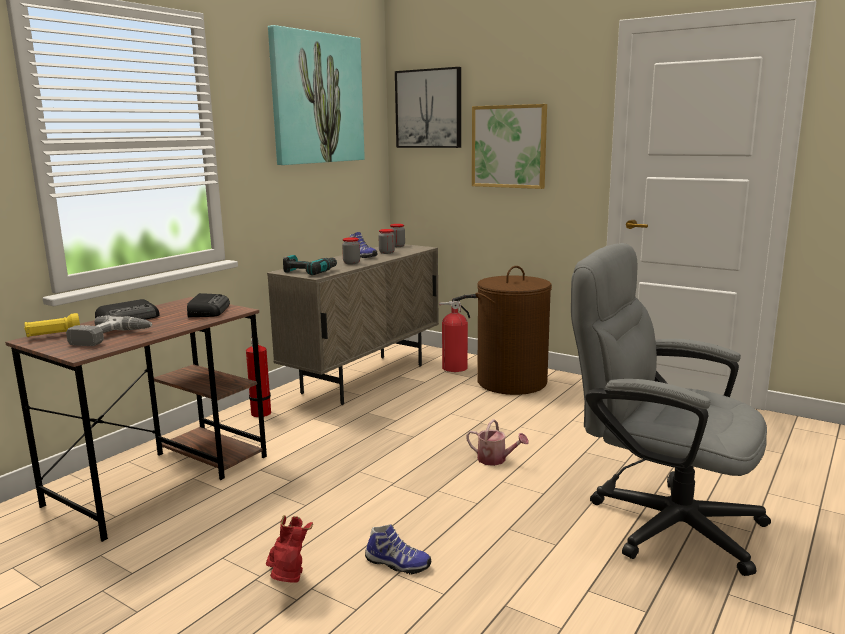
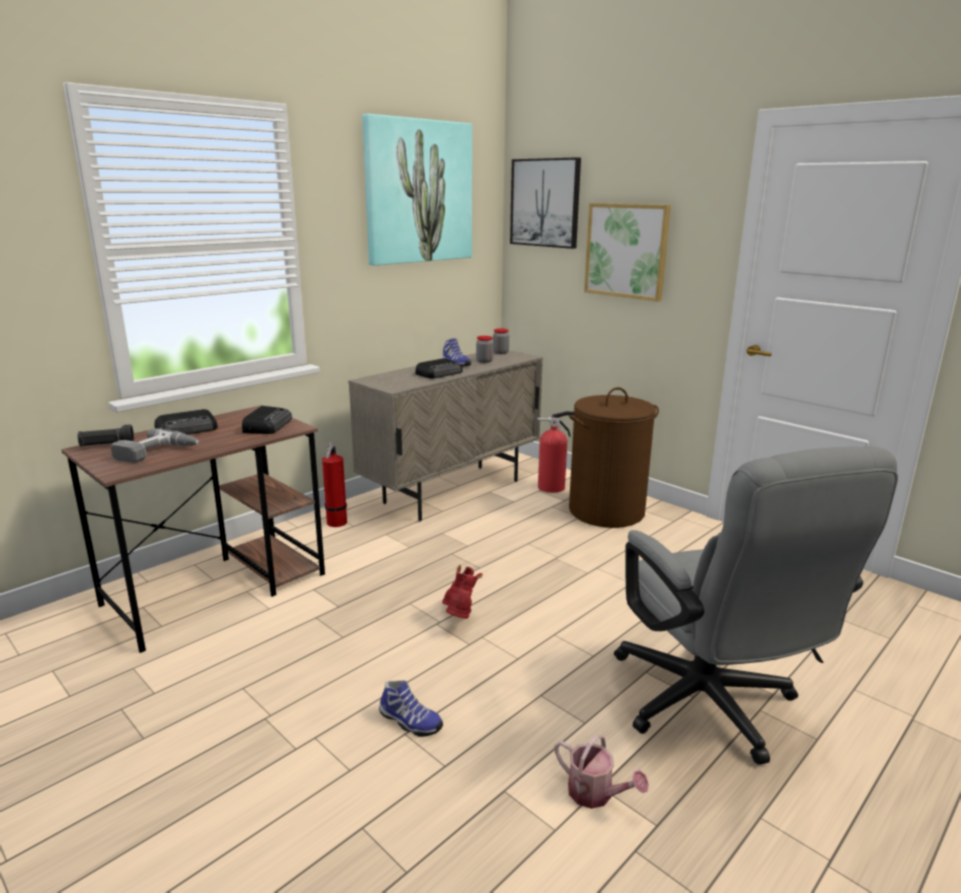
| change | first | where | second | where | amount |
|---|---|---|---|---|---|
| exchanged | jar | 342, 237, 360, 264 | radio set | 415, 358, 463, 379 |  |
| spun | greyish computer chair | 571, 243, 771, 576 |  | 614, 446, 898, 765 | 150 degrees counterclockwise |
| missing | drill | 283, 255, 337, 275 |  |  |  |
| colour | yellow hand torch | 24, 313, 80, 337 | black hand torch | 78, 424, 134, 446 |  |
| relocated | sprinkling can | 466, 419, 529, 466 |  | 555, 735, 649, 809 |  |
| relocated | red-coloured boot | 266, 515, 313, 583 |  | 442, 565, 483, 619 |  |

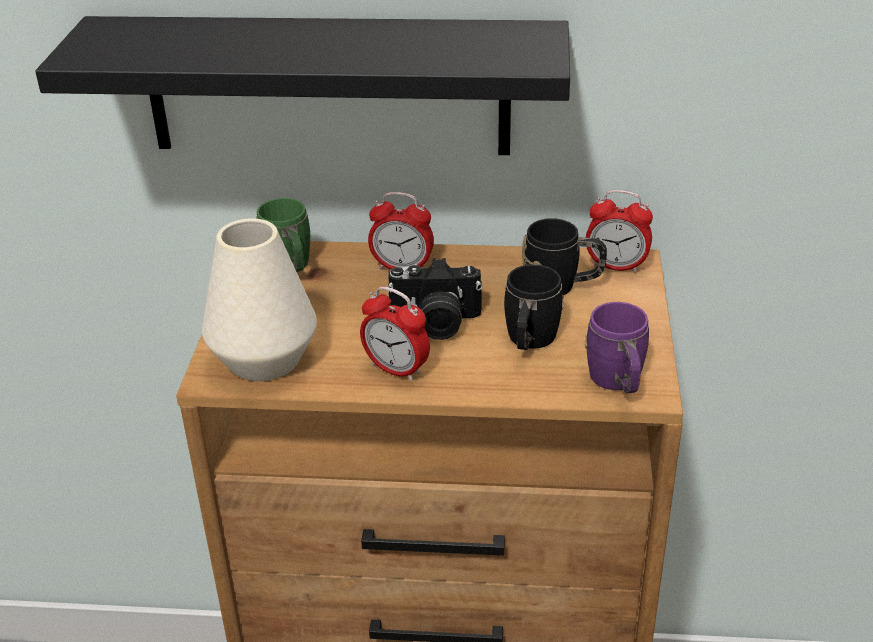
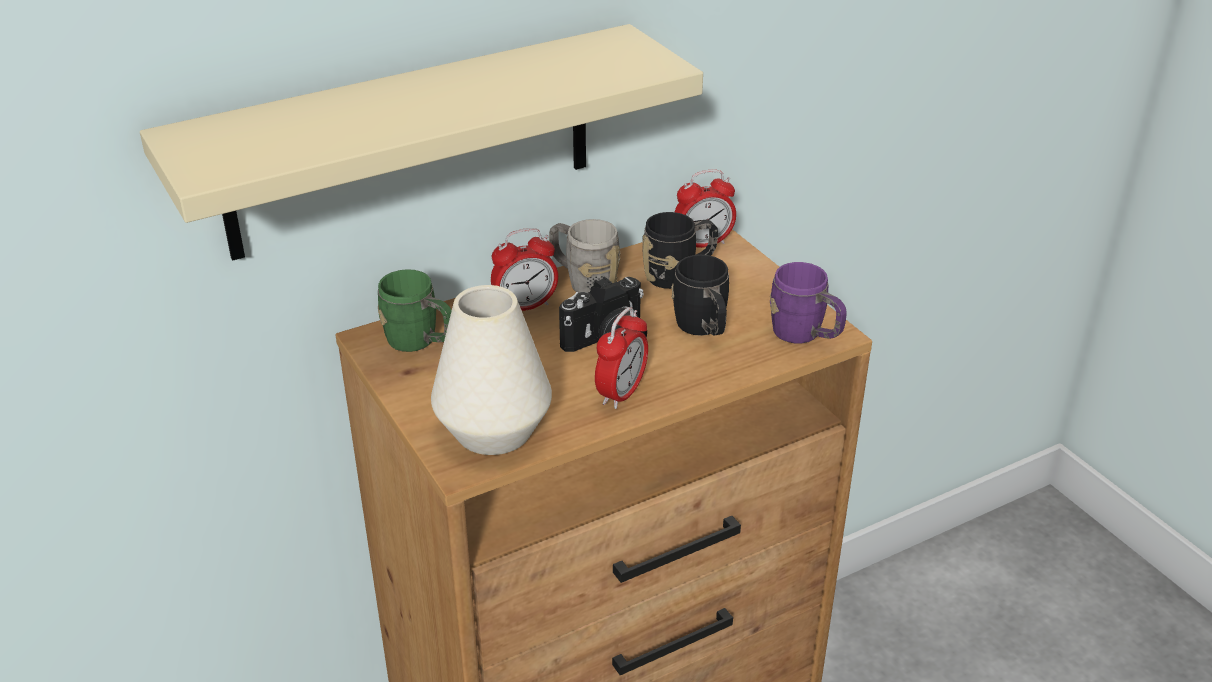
| change | first | where | second | where | amount |
|---|---|---|---|---|---|
| colour | black shelf | 35, 16, 570, 155 | beige shelf | 140, 24, 703, 261 |  |
| spun | alarm clock | 360, 286, 430, 381 |  | 595, 307, 648, 409 | 60 degrees counterclockwise |
| appeared |  |  | greyish coffee mug | 549, 219, 621, 293 |  |

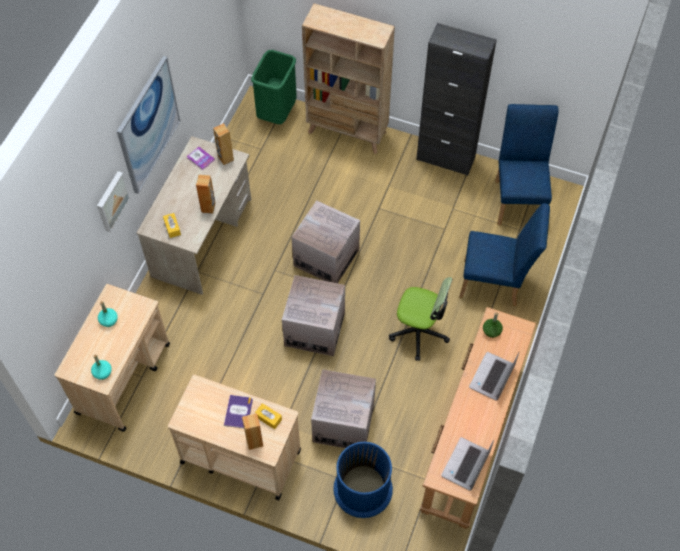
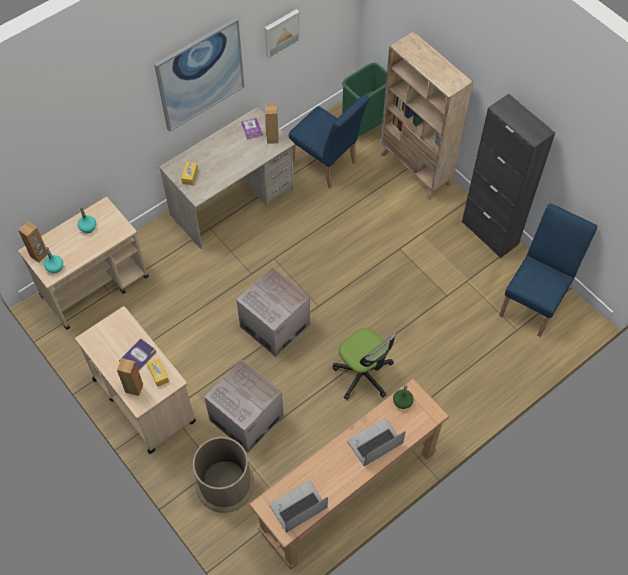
| change | first | where | second | where | amount |
|---|---|---|---|---|---|
| relocated | wall art | 97, 171, 130, 232 |  | 264, 9, 300, 59 |  |
| relocated | brown audio speaker | 196, 175, 216, 214 |  | 18, 221, 48, 263 |  |
| missing | carton | 291, 200, 360, 283 |  |  |  |
| relocated | blue-coloured chair | 460, 203, 550, 306 |  | 289, 94, 370, 188 |  |
| colour | blue-coloured waste bin | 333, 442, 393, 518 | brown waste bin | 193, 437, 255, 513 |  |

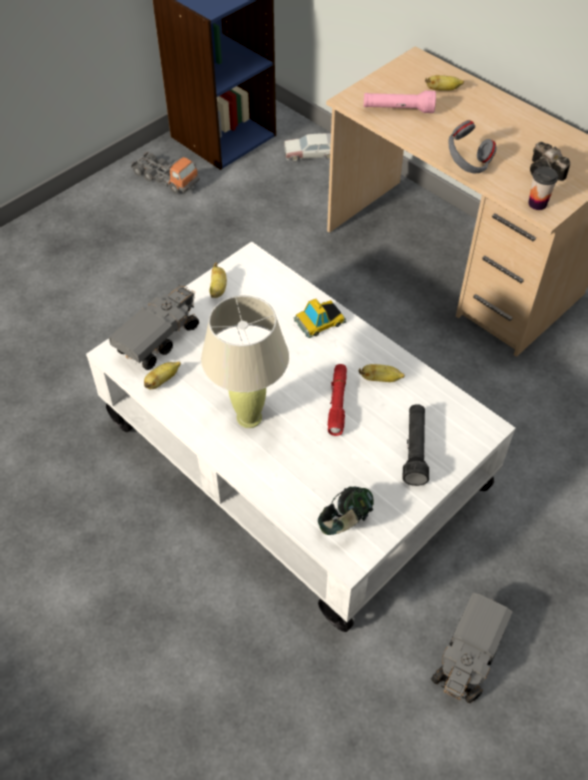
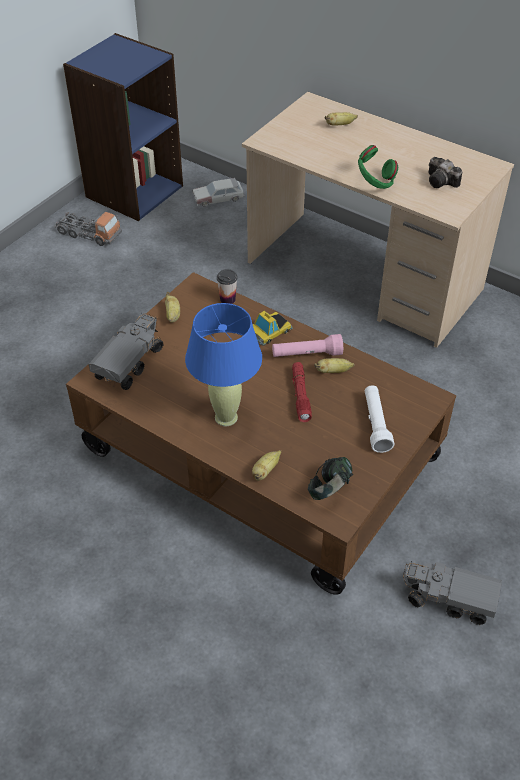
| change | first | where | second | where | amount |
|---|---|---|---|---|---|
| relocated | pinkish hand torch | 364, 90, 436, 113 |  | 272, 334, 343, 357 |  |
| colour | greyish pair of headphones | 449, 120, 497, 174 | greenish pair of headphones | 358, 145, 398, 189 |  |
| relocated | cup | 528, 166, 558, 210 |  | 217, 269, 238, 304 |  |
| colour | white low table | 86, 241, 516, 632 | brown low table | 66, 272, 456, 595 |  |
| colour | beige tabletop lamp | 201, 295, 289, 428 | blue-coloured tabletop lamp | 185, 303, 262, 426 |  |
| relocated | banana fruit | 144, 362, 181, 390 |  | 252, 450, 281, 481 |  |
| colour | black hand torch | 402, 404, 429, 486 | white hand torch | 365, 385, 394, 453 |  |
| spun | toy truck | 431, 593, 513, 703 |  | 403, 561, 502, 625 | 90 degrees clockwise |

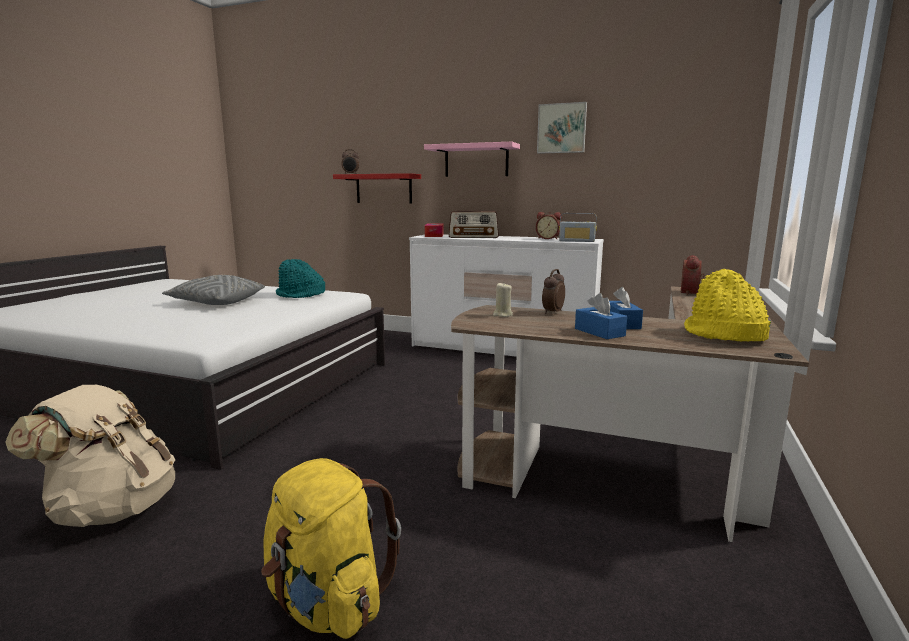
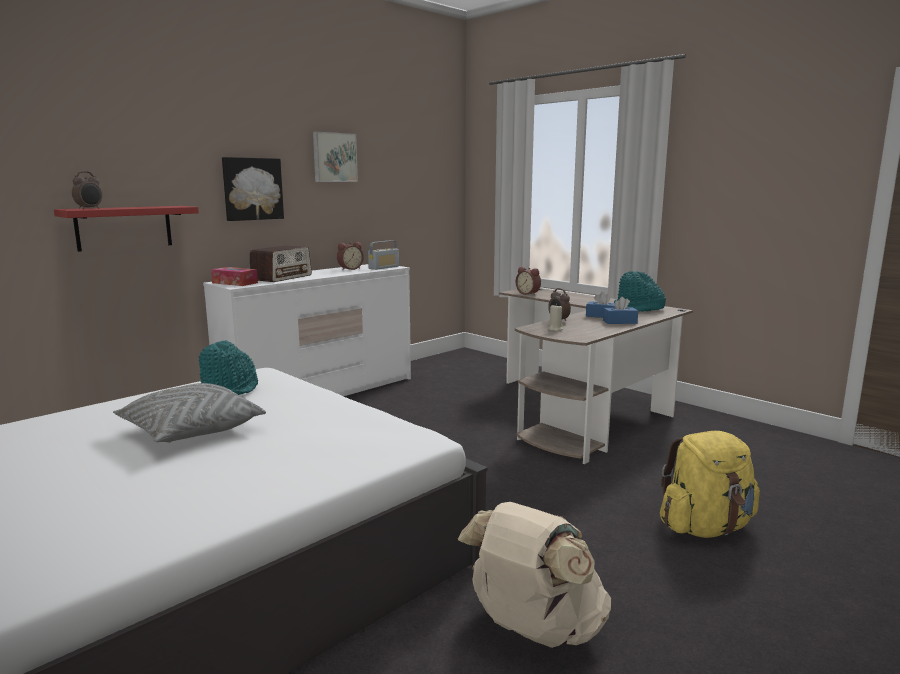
| change | first | where | second | where | amount |
|---|---|---|---|---|---|
| exchanged | pinkish shelf | 424, 142, 520, 177 | wall art | 222, 157, 284, 221 |  |
| colour | yellow clothing hat | 684, 269, 771, 341 | turquoise-coloured clothing hat | 614, 271, 666, 312 |  |

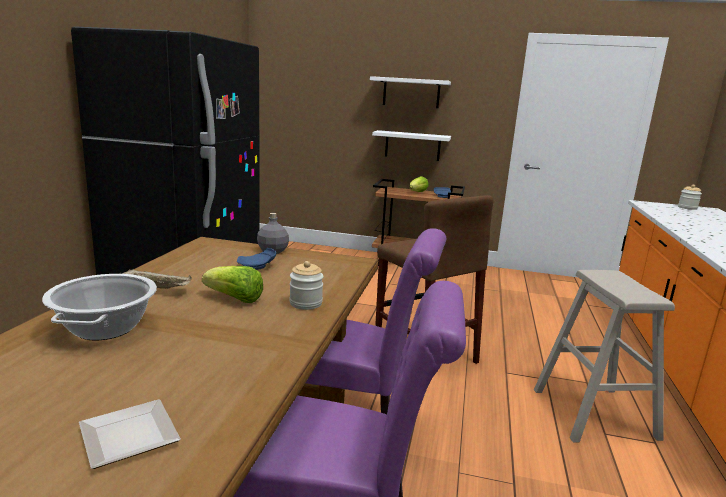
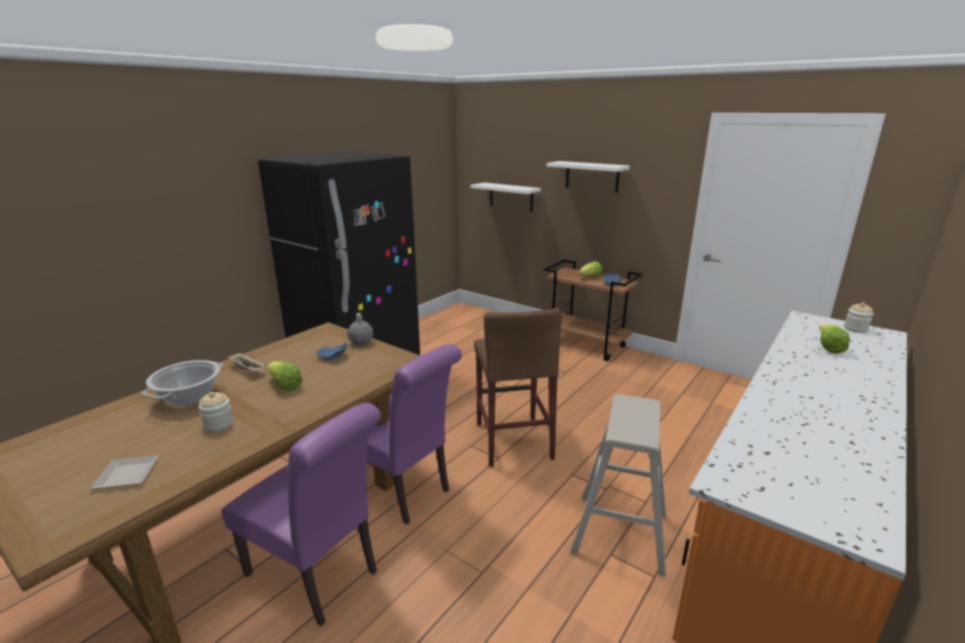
| change | first | where | second | where | amount |
|---|---|---|---|---|---|
| relocated | white shelf | 372, 130, 451, 161 |  | 470, 182, 541, 212 |  |
| relocated | jar | 289, 261, 324, 310 |  | 199, 392, 233, 432 |  |
| appeared |  |  | head of lettuce | 819, 324, 850, 354 |  |

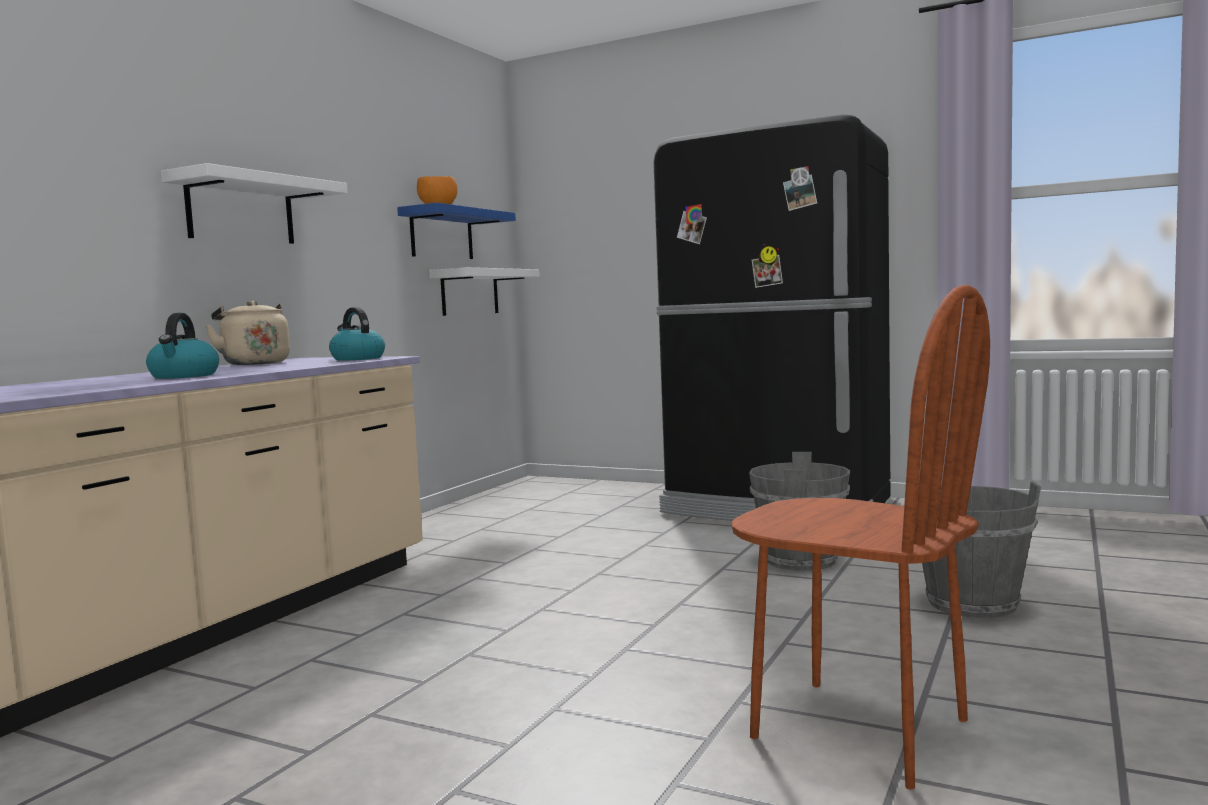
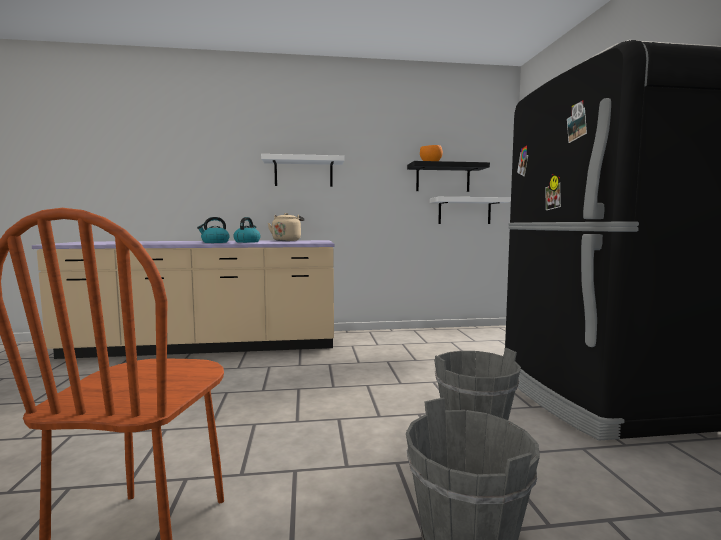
| change | first | where | second | where | amount |
|---|---|---|---|---|---|
| colour | blue-coloured shelf | 397, 203, 516, 259 | black shelf | 407, 161, 490, 192 |  |
| relocated | kettle | 329, 307, 385, 361 |  | 233, 217, 261, 243 |  |

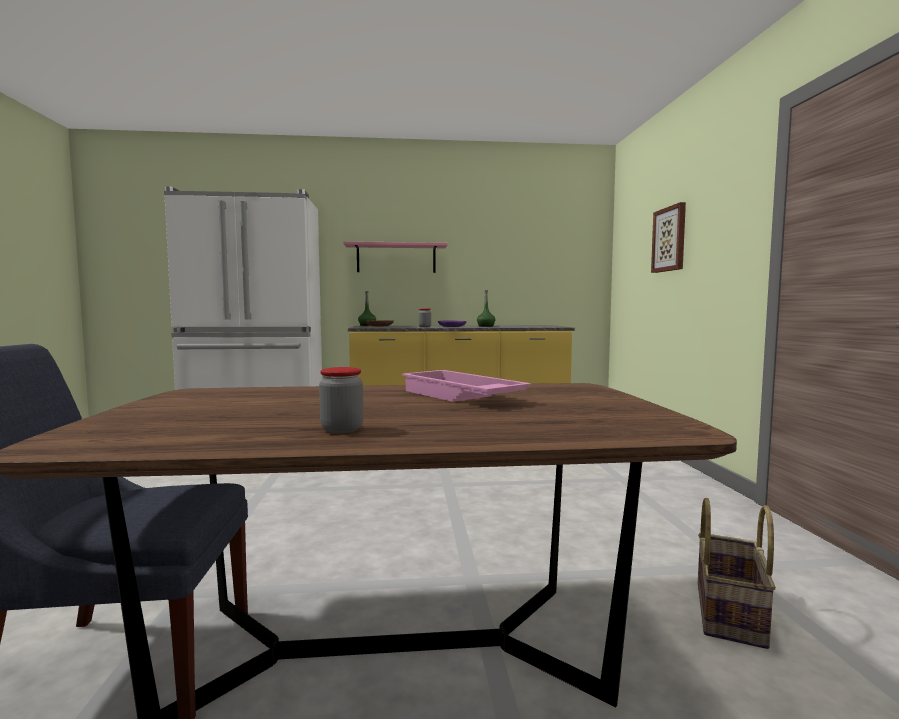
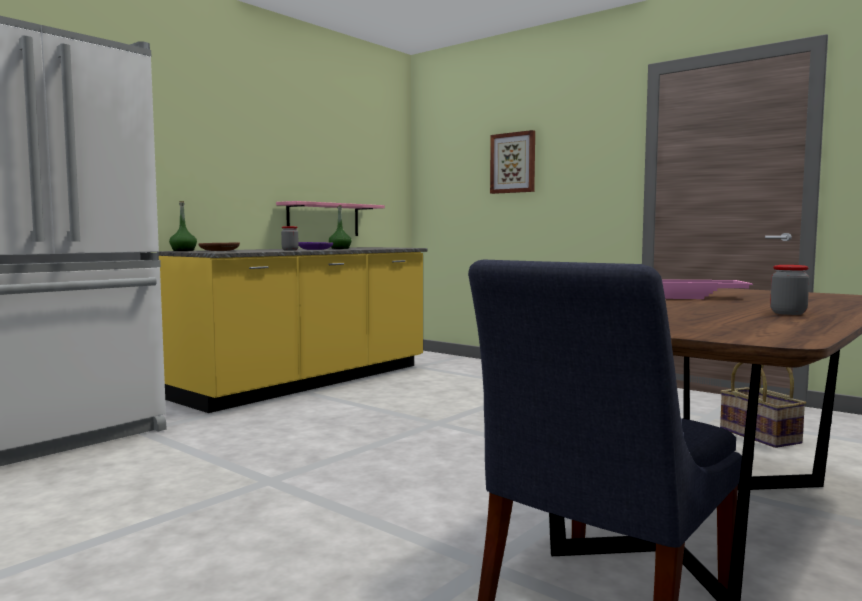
| change | first | where | second | where | amount |
|---|---|---|---|---|---|
| relocated | pinkish shelf | 343, 241, 448, 273 |  | 276, 201, 385, 236 |  |

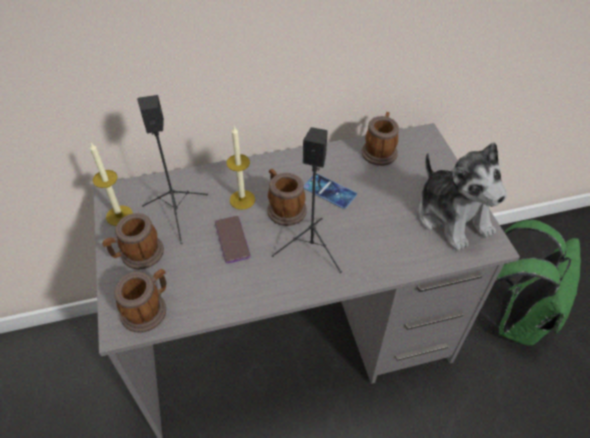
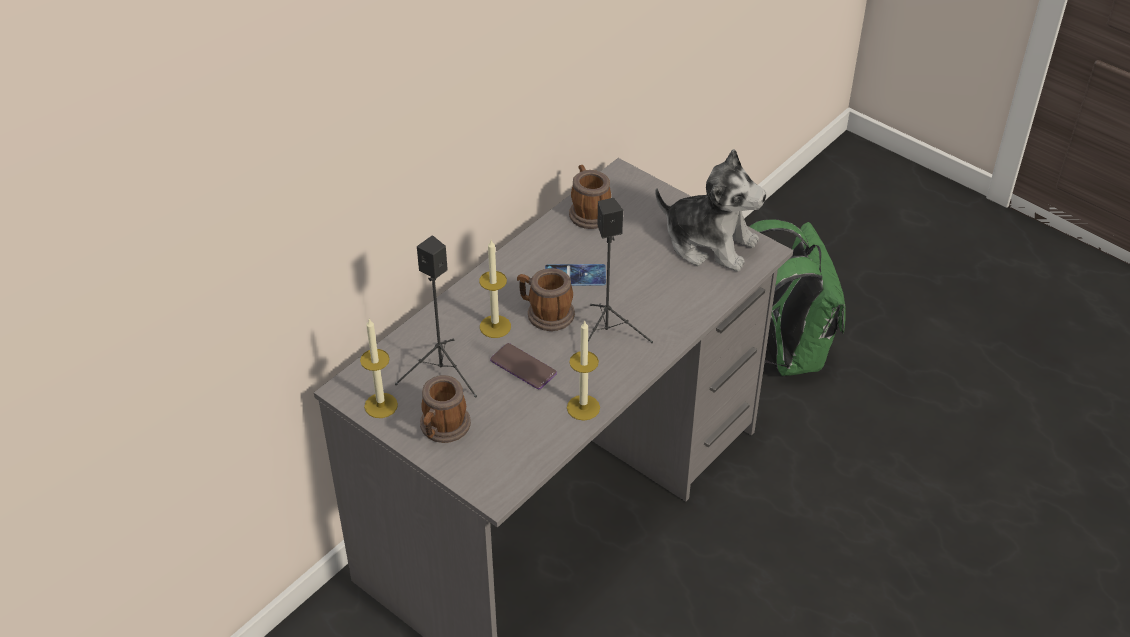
| change | first | where | second | where | amount |
|---|---|---|---|---|---|
| missing | coffee mug | 114, 269, 166, 333 |  |  |  |
| appeared |  |  | wax light | 567, 320, 600, 421 |  |

